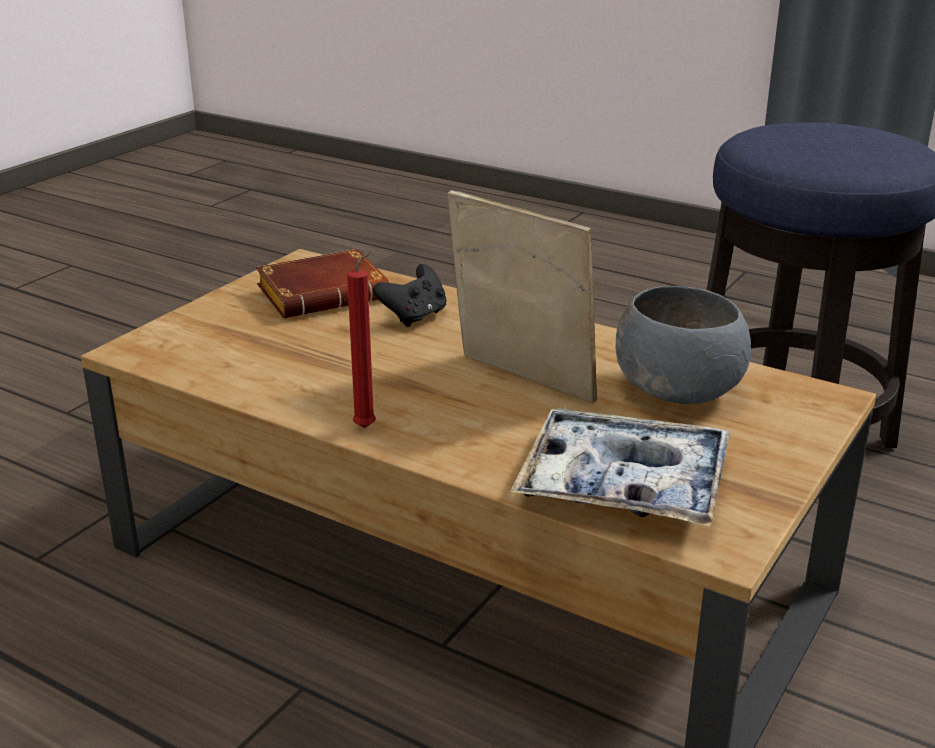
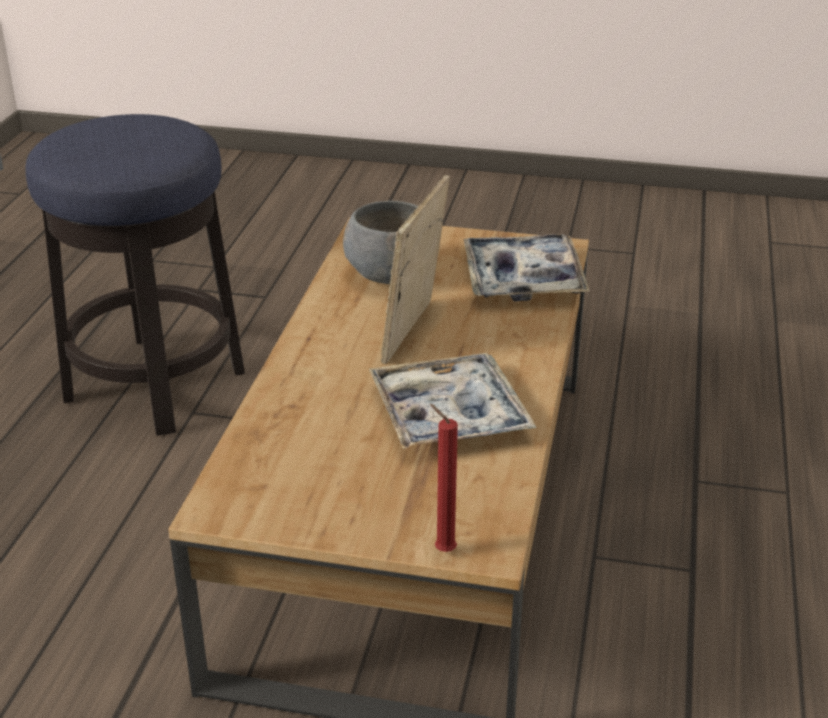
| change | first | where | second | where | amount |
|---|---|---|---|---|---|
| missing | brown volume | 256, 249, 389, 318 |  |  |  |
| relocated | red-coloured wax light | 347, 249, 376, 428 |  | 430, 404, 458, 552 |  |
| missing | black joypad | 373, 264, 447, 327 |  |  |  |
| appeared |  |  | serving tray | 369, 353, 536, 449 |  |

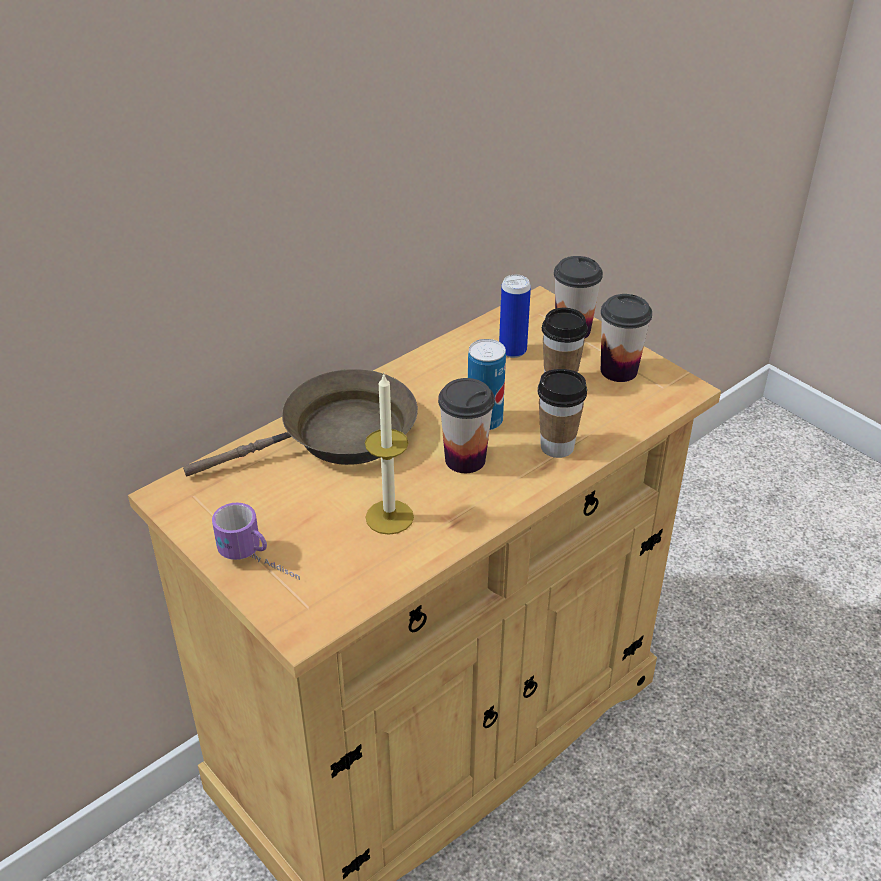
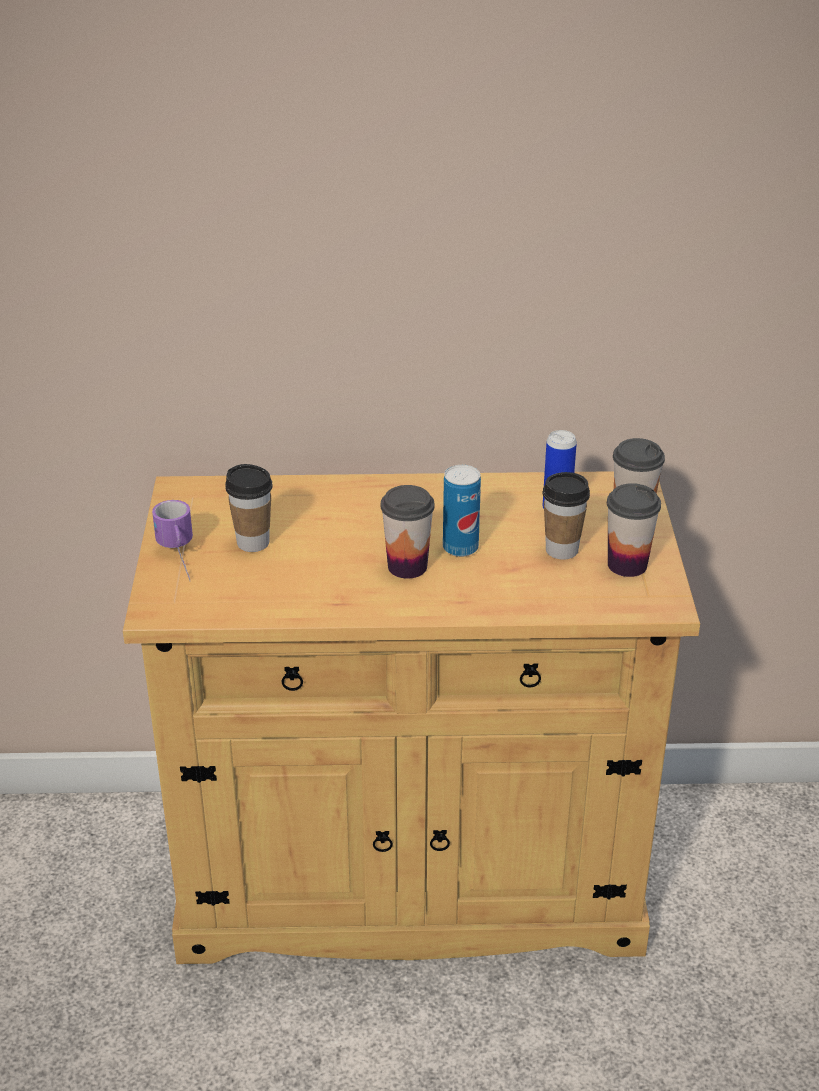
| change | first | where | second | where | amount |
|---|---|---|---|---|---|
| missing | brown pan | 183, 369, 418, 476 |  |  |  |
| relocated | cup | 538, 369, 587, 458 |  | 225, 464, 273, 552 |  |
| missing | wax light | 365, 372, 414, 535 |  |  |  |

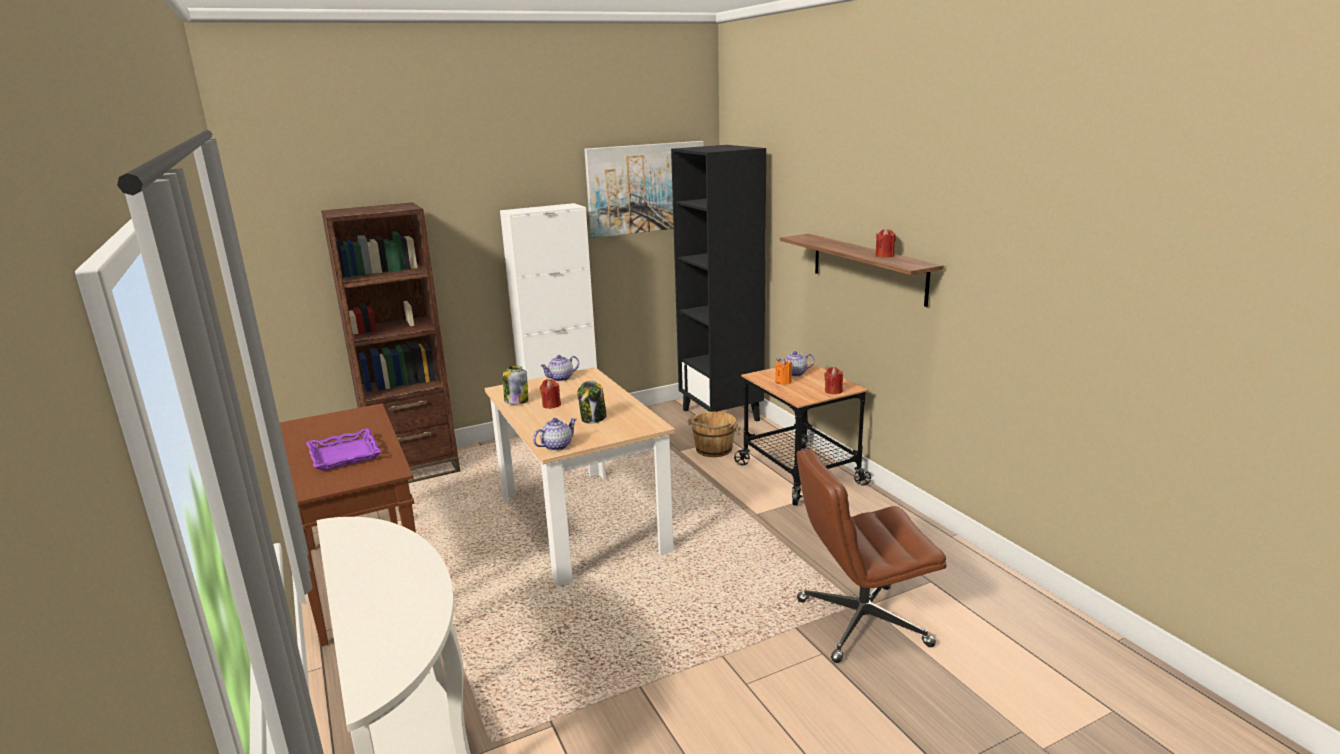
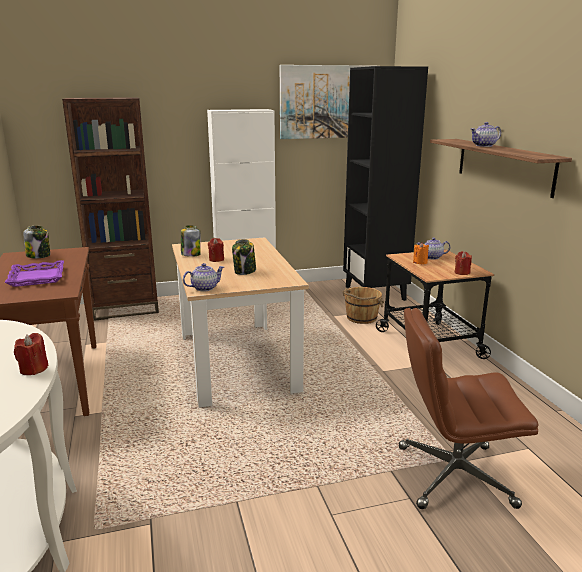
| change | first | where | second | where | amount |
|---|---|---|---|---|---|
| relocated | red-coloured wax light | 875, 228, 896, 258 |  | 14, 333, 48, 375 |  |
| relocated | tea pot | 540, 355, 579, 381 |  | 470, 122, 501, 147 |  |
| appeared |  |  | jar | 23, 226, 50, 258 |  |

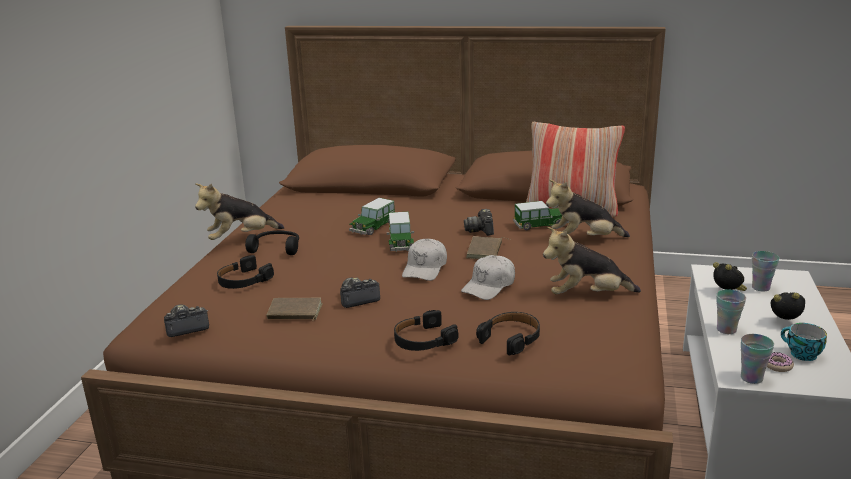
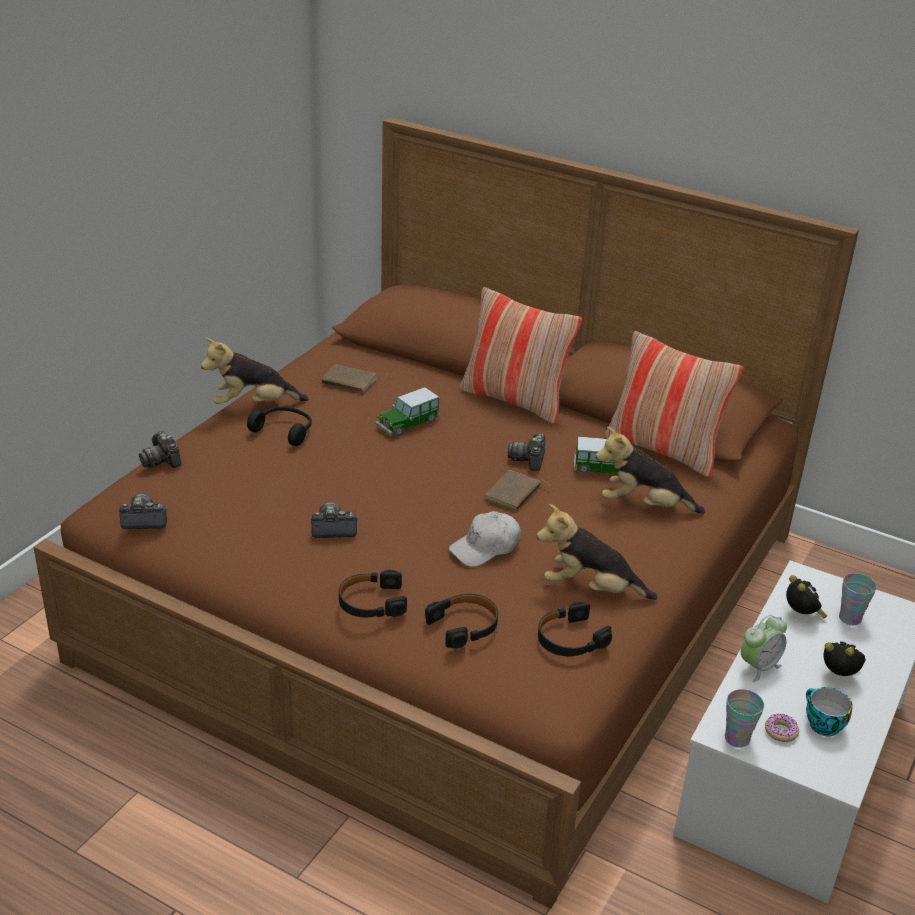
| change | first | where | second | where | amount |
|---|---|---|---|---|---|
| missing | toy car | 387, 212, 414, 252 |  |  |  |
| missing | white peaked cap | 402, 239, 447, 281 |  |  |  |
| relocated | black pair of headphones | 217, 255, 274, 289 |  | 538, 602, 612, 656 |  |
| exchanged | cup | 716, 289, 746, 334 | alarm clock | 741, 615, 787, 682 |  |
| relocated | brown volume | 267, 298, 323, 321 |  | 322, 364, 377, 394 |  |
| appeared |  |  | pillow | 459, 287, 582, 424 |  |
| appeared |  |  | still camera | 139, 431, 182, 468 |  |

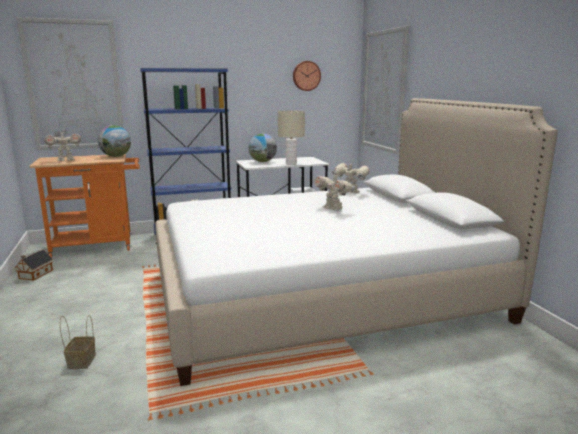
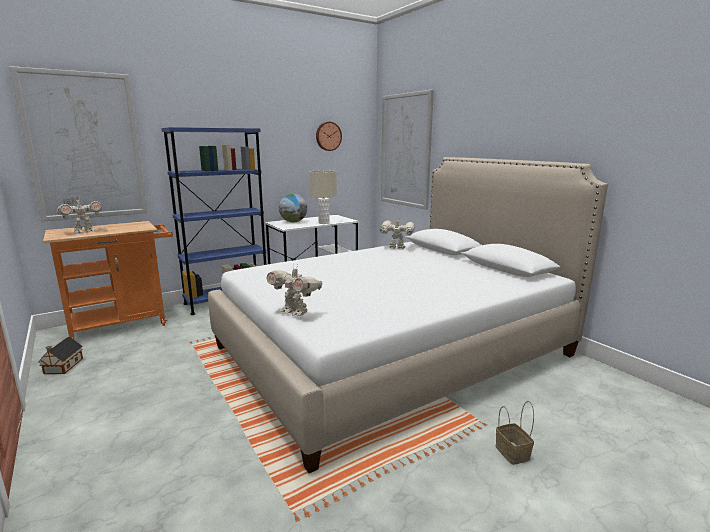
| change | first | where | second | where | amount |
|---|---|---|---|---|---|
| missing | globe | 98, 125, 131, 157 |  |  |  |
| relocated | robot figure | 314, 172, 355, 210 |  | 266, 263, 322, 316 |  |
| relocated | storage basket | 60, 315, 96, 369 |  | 496, 401, 534, 465 |  |

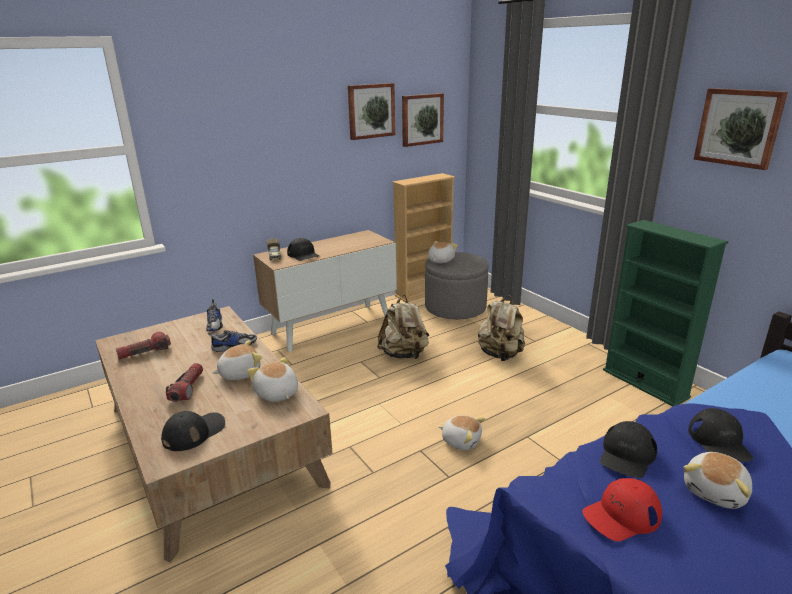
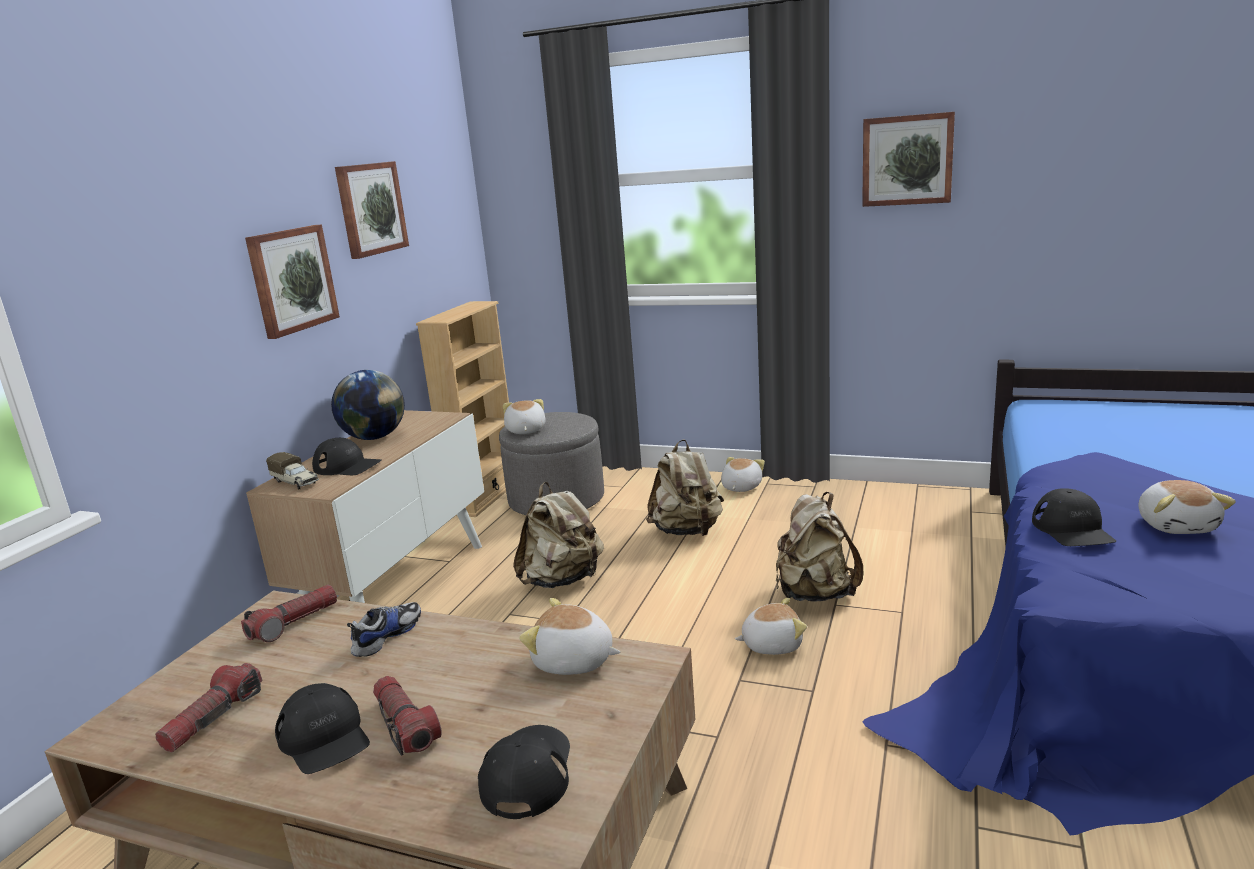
| change | first | where | second | where | amount |
|---|---|---|---|---|---|
| relocated | wall art | 402, 93, 444, 147 |  | 245, 225, 340, 339 |  |
| missing | greenish bookshelf | 603, 220, 728, 406 |  |  |  |
| exchanged | shoe | 206, 299, 223, 331 | hand torch | 241, 585, 337, 642 |  |
| relocated | cuddly toy | 212, 340, 262, 380 |  | 721, 457, 765, 492 |  |
| relocated | black peaked cap | 688, 408, 754, 462 |  | 275, 683, 370, 774 |  |
| missing | red-coloured peaked cap | 583, 478, 662, 541 |  |  |  |
| appeared |  |  | globe | 331, 370, 405, 440 |  |
| appeared |  |  | beige knapsack | 776, 492, 863, 602 |  |

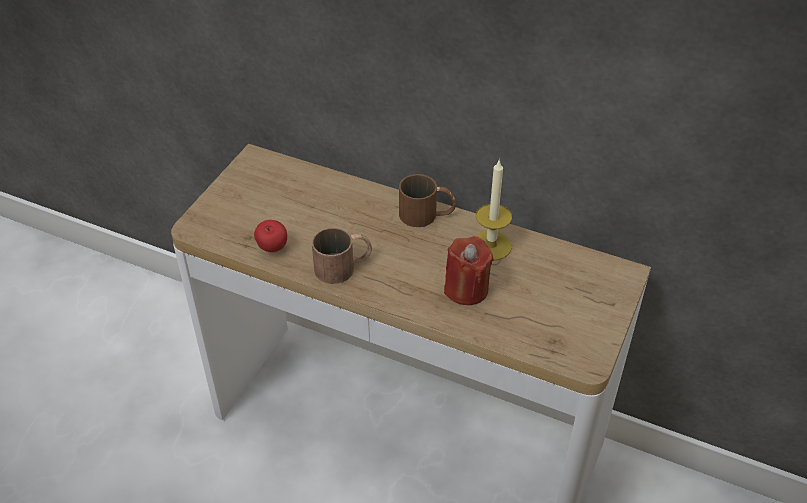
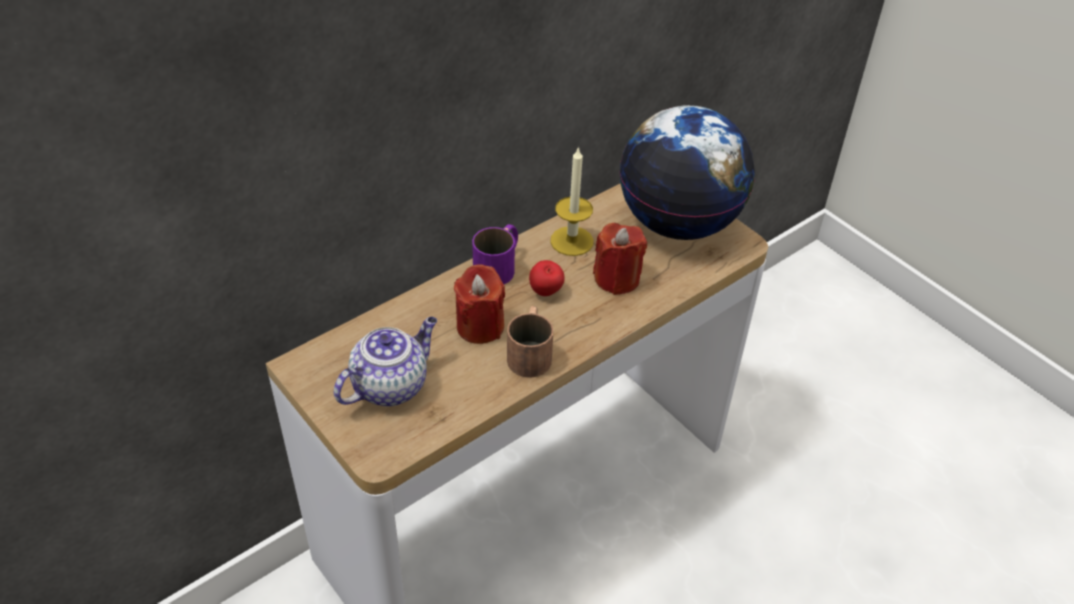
| change | first | where | second | where | amount |
|---|---|---|---|---|---|
| colour | brown coffee mug | 399, 174, 456, 227 | purple coffee mug | 472, 224, 518, 284 |  |
| relocated | whole apple | 254, 220, 287, 252 |  | 529, 260, 565, 296 |  |
| appeared |  |  | globe | 620, 105, 755, 240 |  |
| appeared |  |  | red-coloured wax light | 454, 264, 505, 344 |  |
| appeared |  |  | tea pot | 334, 317, 437, 407 |  |

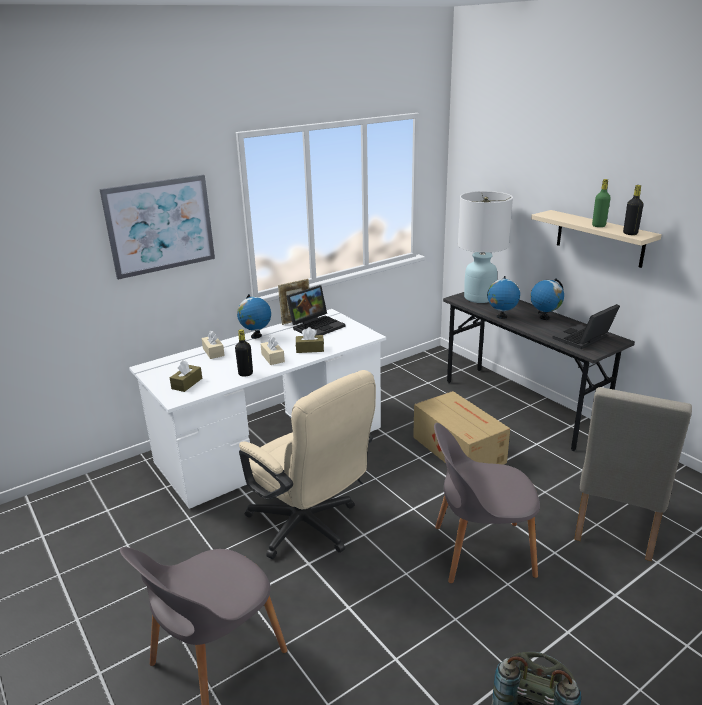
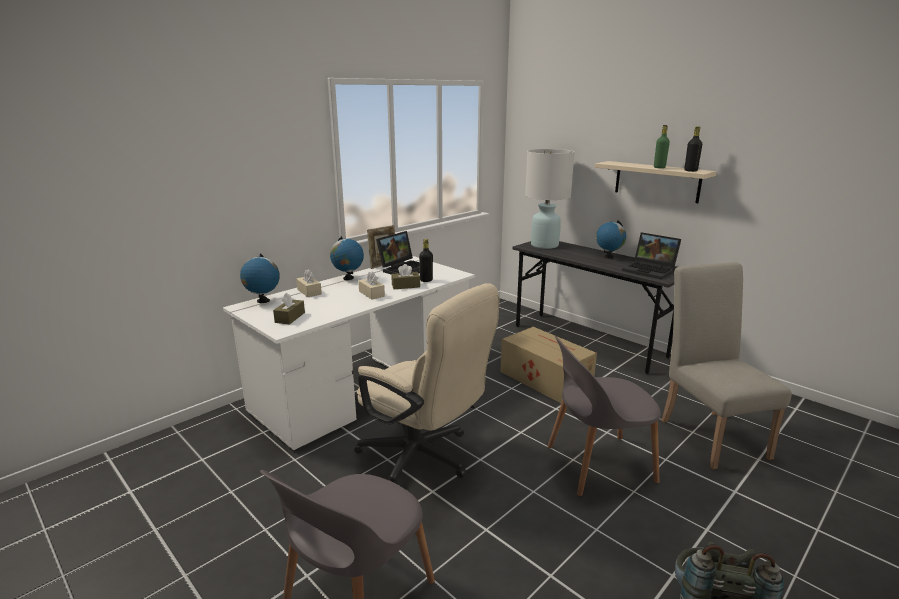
| change | first | where | second | where | amount |
|---|---|---|---|---|---|
| missing | wall art | 99, 175, 215, 280 |  |  |  |
| relocated | globe | 487, 276, 520, 319 |  | 240, 254, 280, 303 |  |
| spun | laptop | 552, 304, 620, 349 |  | 622, 232, 681, 280 | 90 degrees counterclockwise |
| relocated | black bottle | 235, 329, 253, 377 |  | 419, 239, 433, 282 |  |
| spun | beige chair | 574, 387, 692, 561 |  | 661, 262, 792, 469 | 150 degrees clockwise |

